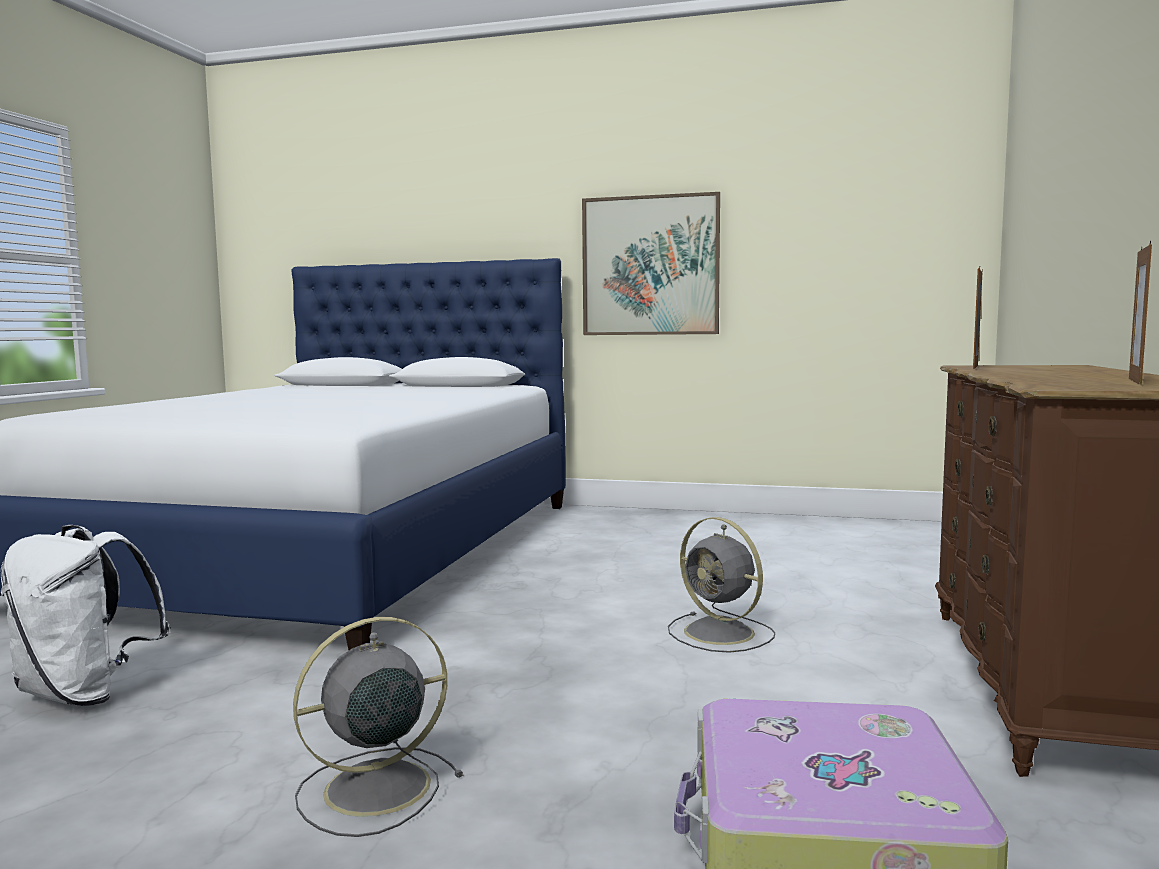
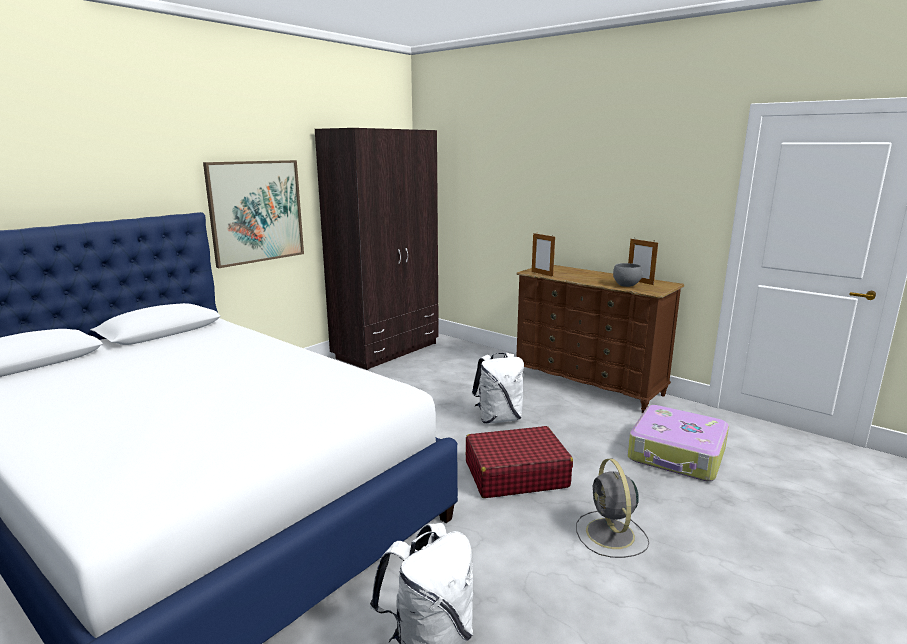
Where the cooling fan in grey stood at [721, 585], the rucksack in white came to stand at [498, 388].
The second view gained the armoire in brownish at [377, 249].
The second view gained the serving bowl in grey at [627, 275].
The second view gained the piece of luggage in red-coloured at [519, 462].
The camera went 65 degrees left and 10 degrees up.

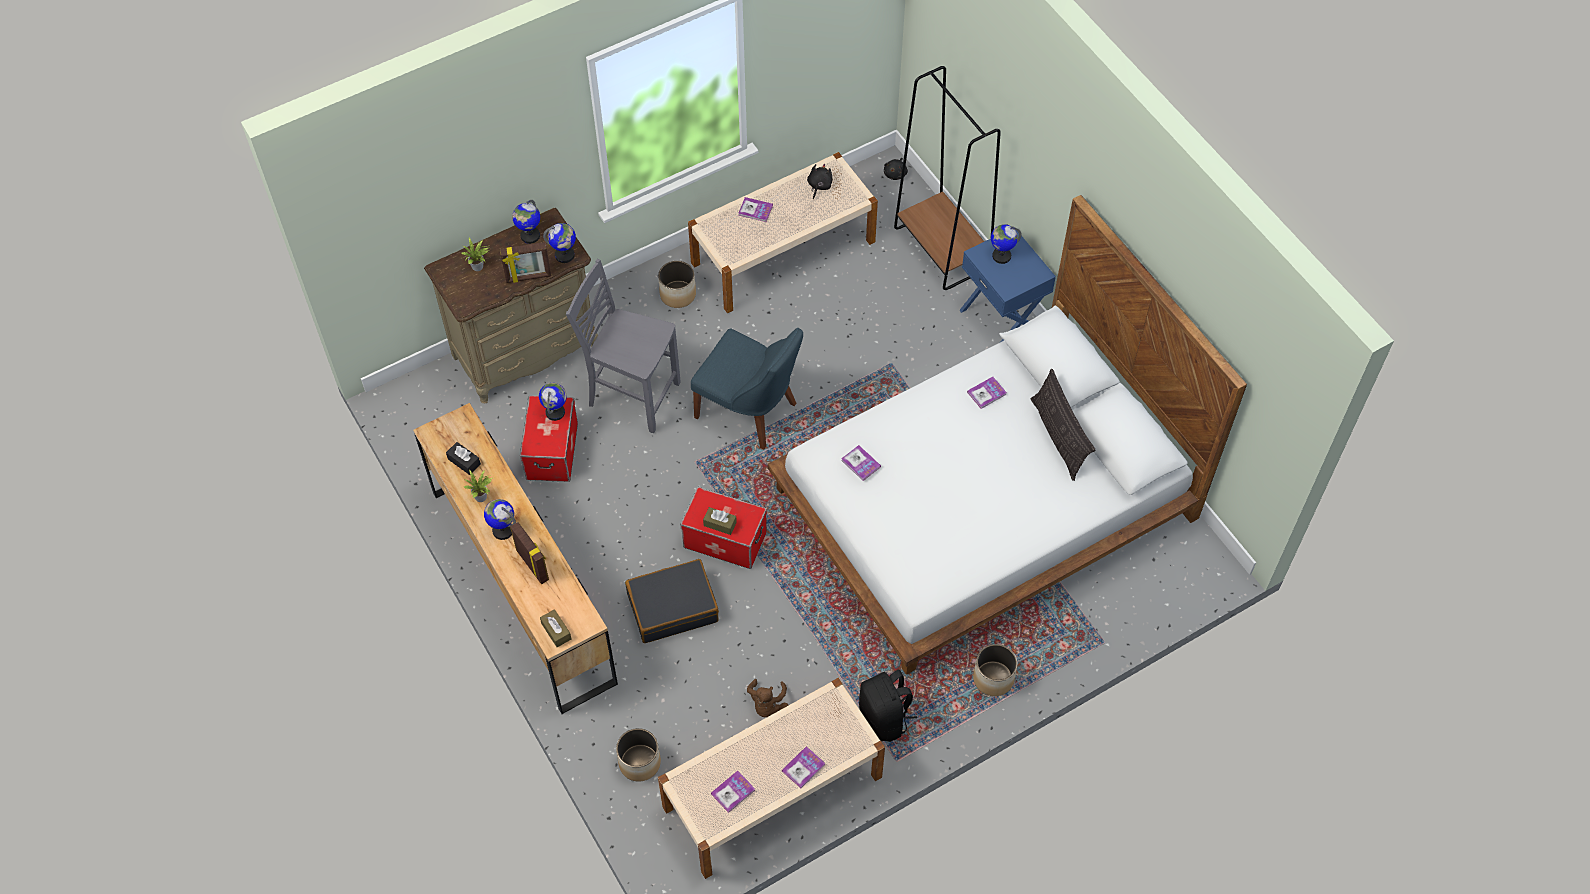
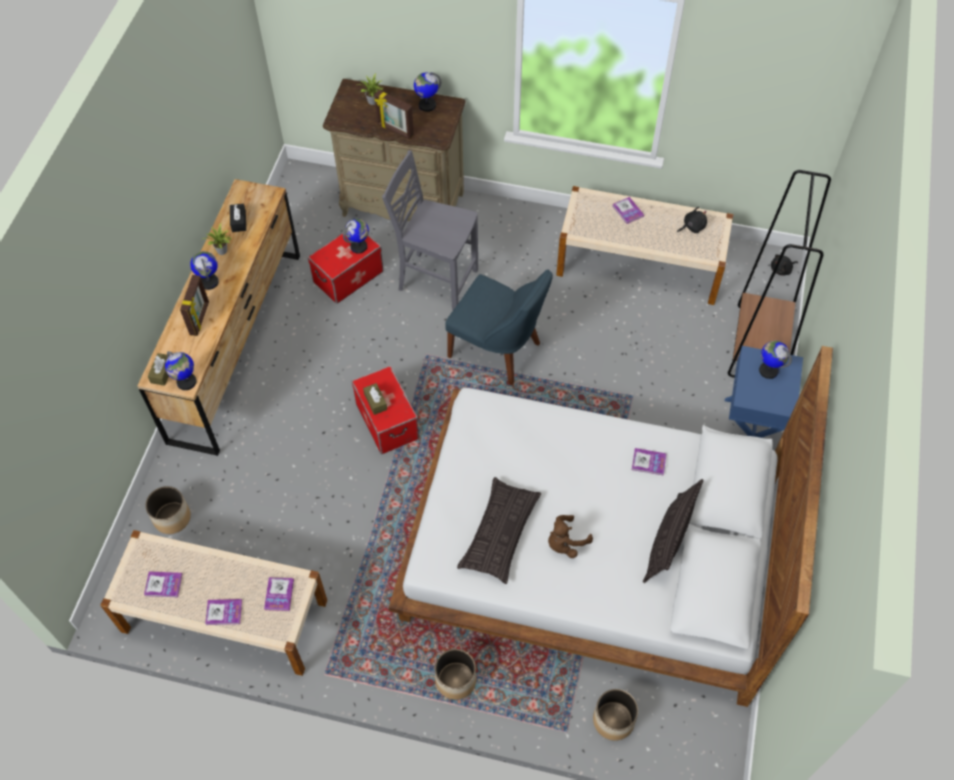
The desk globe ended up elsewhere, having gone from [559, 243] to [180, 370].
The plain chair in grey at [623, 346] ended up facing another way, 45 degrees counterclockwise from before.
The planter ended up elsewhere, having gone from [677, 284] to [615, 715].
The plain chair in blue at [747, 389] ended up facing another way, 45 degrees counterclockwise from before.
The volume ended up elsewhere, having gone from [861, 463] to [279, 594].
The second view lost the piece of luggage in blackish at [672, 601].
The second view lost the rucksack in blackish at [888, 706].
The cuddly toy in brownish ended up elsewhere, having gone from [767, 698] to [570, 536].
The second view gained the pillow at [499, 530].
The camera went 45 degrees right and 0 degrees up.

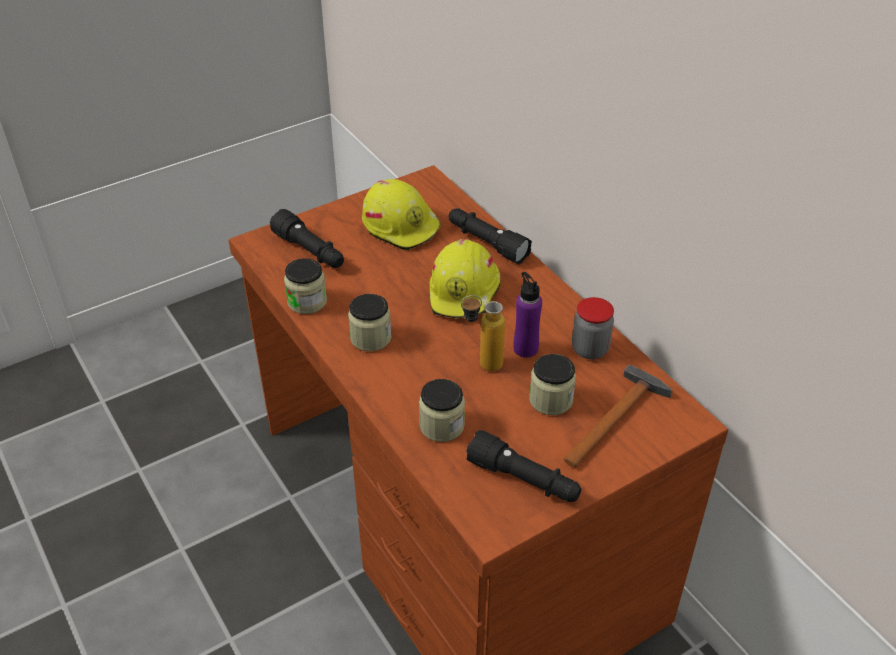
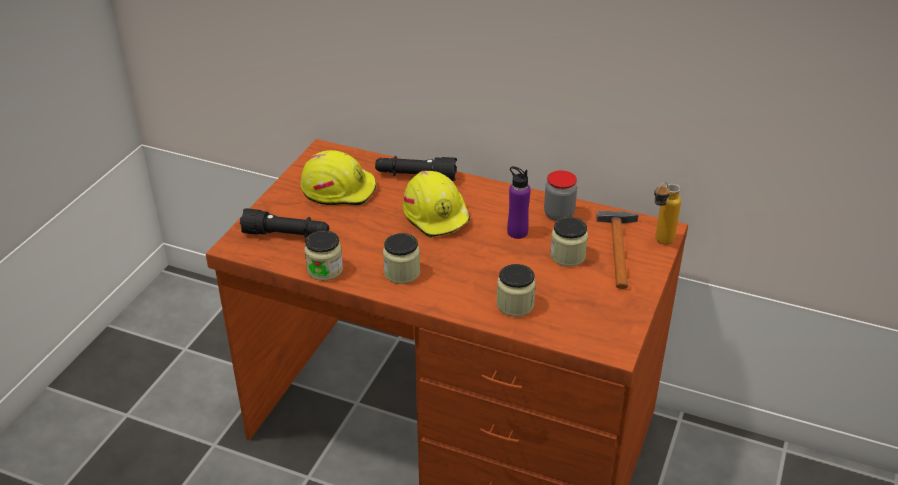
The drink bottle ended up elsewhere, having gone from [483, 333] to [667, 213].
The second view lost the torch in blackish at [524, 466].
The camera went 35 degrees left and 5 degrees down.

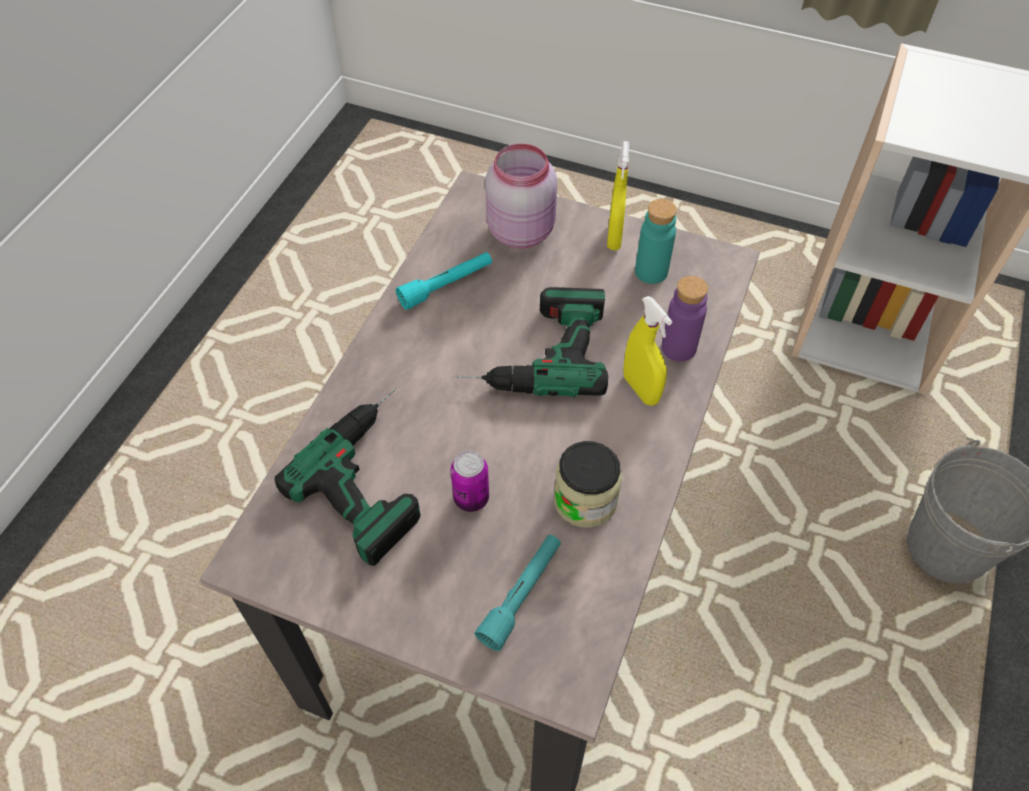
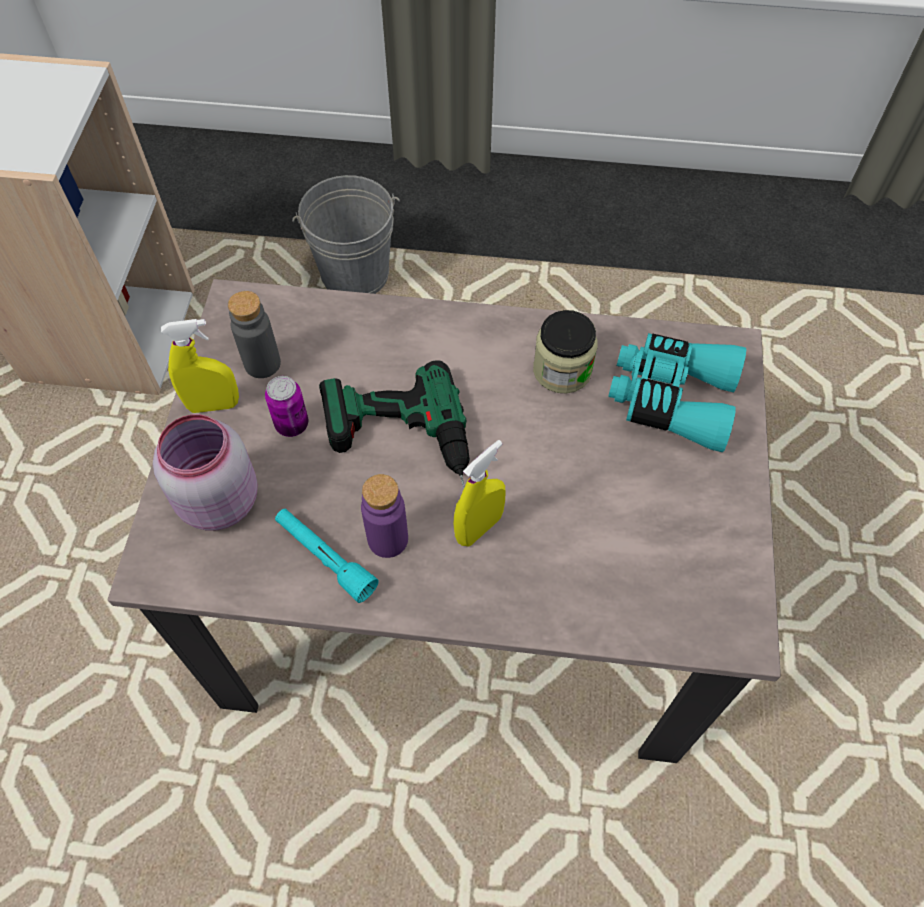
What was the drink bottle in blue-green at [656, 241] turned into the drink bottle in grey at [254, 334].
The drink bottle in purplish ended up elsewhere, having gone from [684, 319] to [384, 516].
The sprayer in yellow-coloured ended up elsewhere, having gone from [647, 351] to [479, 493].
The second view lost the electric drill at [348, 477].
The metal can ended up elsewhere, having gone from [469, 481] to [286, 406].
Where the torch in blue-green stood at [517, 593], the pair of binoculars in blue-green came to stand at [677, 393].
The camera went 105 degrees left and 5 degrees up.

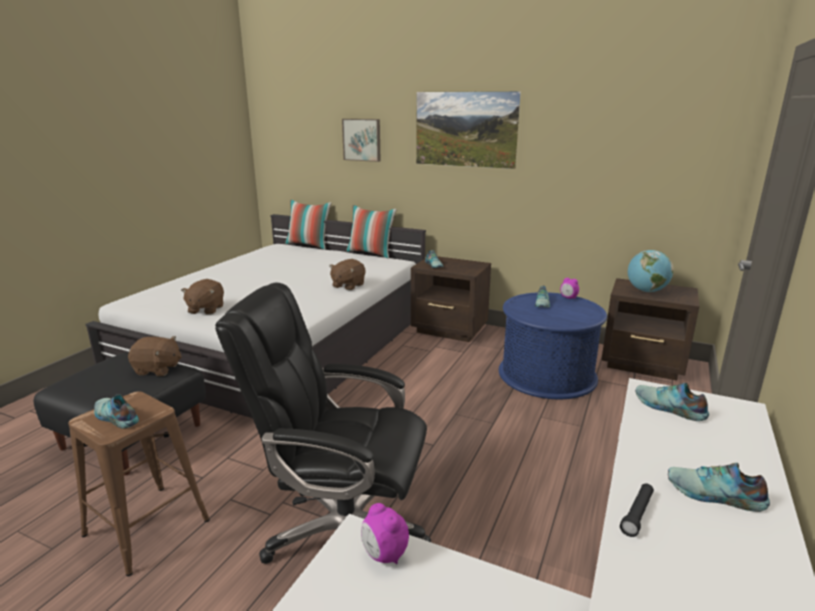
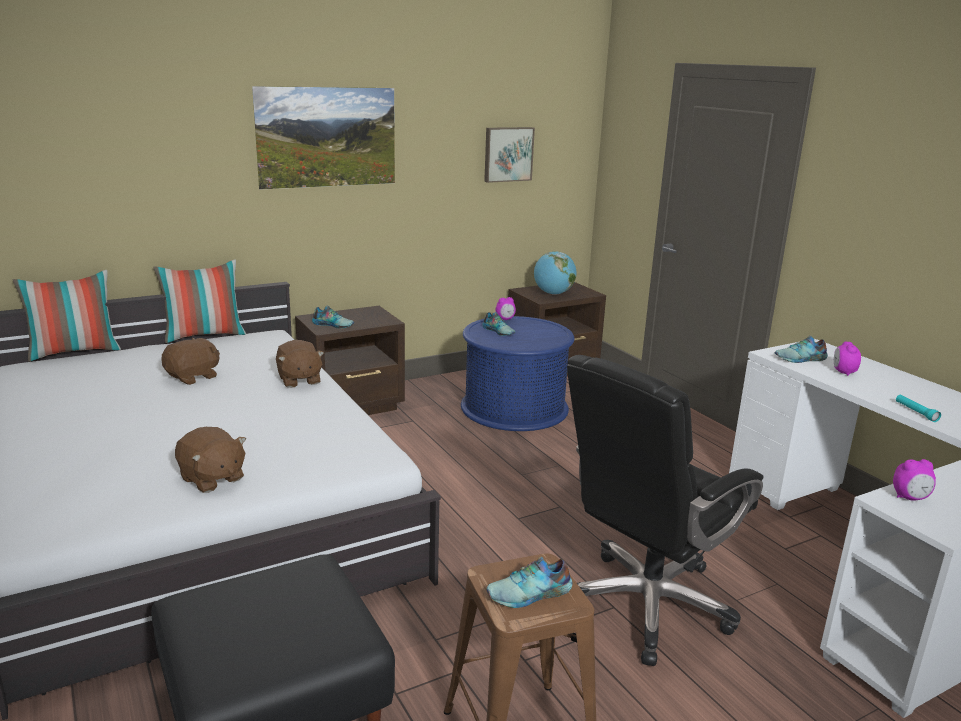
The picture ended up elsewhere, having gone from [361, 140] to [509, 155].
The cuddly toy in brownish ended up elsewhere, having gone from [155, 356] to [191, 361].
The second view lost the shoe at [719, 487].
What was the torch in blackish at [637, 510] turned into the torch in blue-green at [918, 408].
The second view gained the alarm clock at [847, 359].
The camera went 55 degrees left and 0 degrees up.

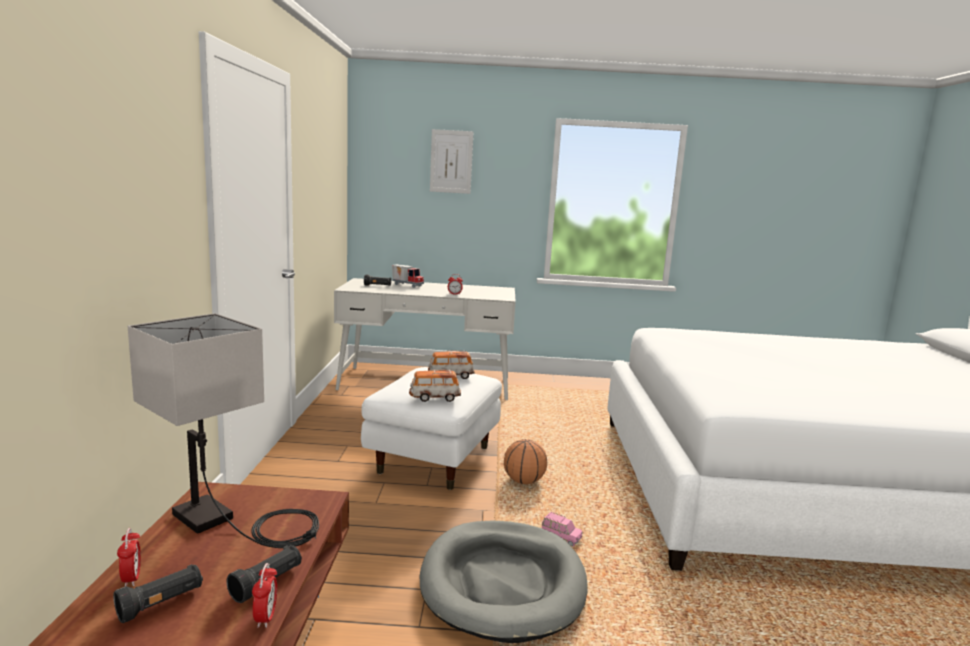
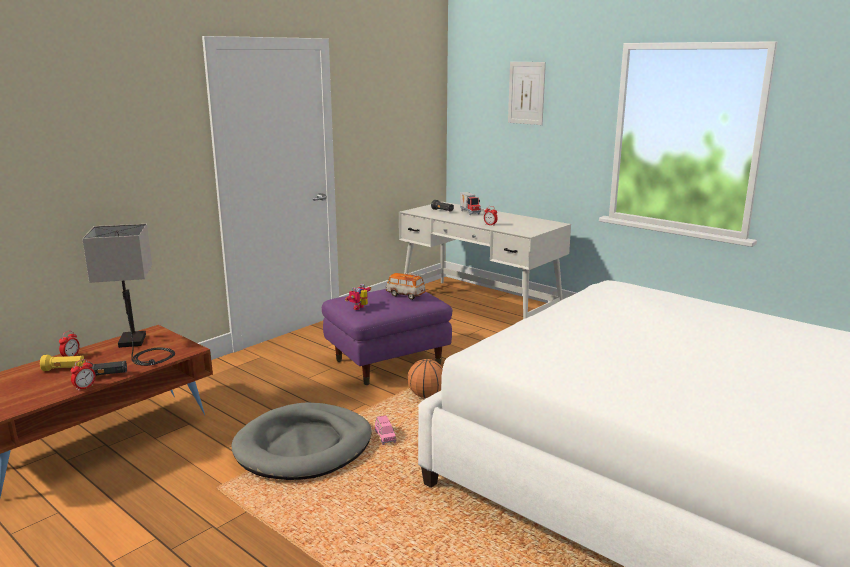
What was the footrest in white at [431, 428] turned into the footrest in purplish at [387, 337].
Where the model car stood at [435, 385], the model robot came to stand at [358, 297].
What was the torch in blackish at [158, 593] turned into the torch in yellow-coloured at [62, 363].
The camera went 40 degrees right and 5 degrees up.

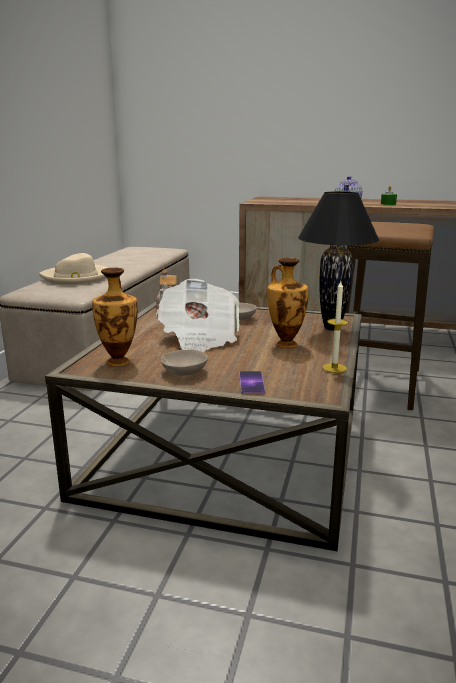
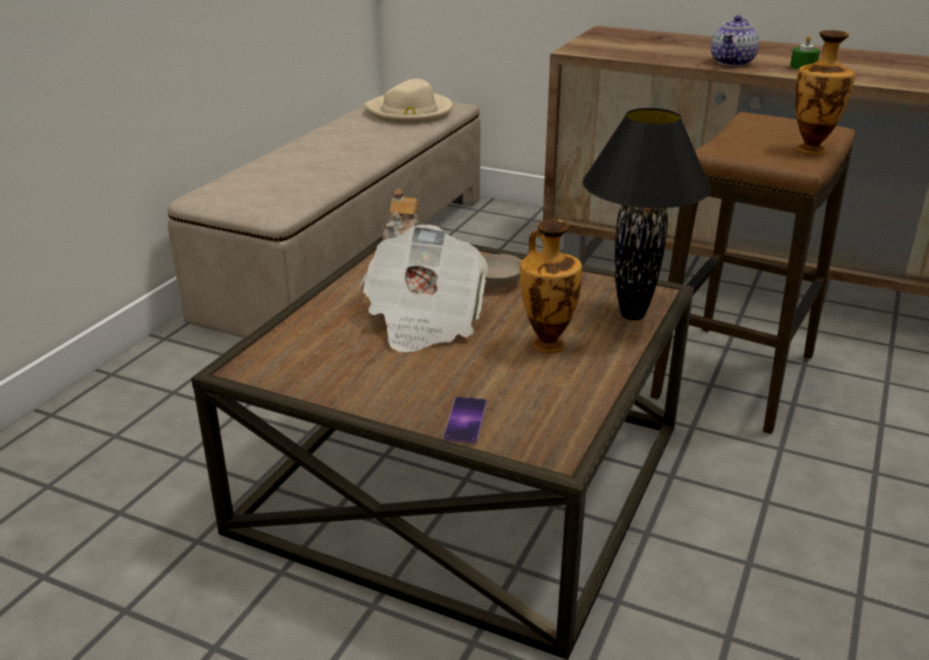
The clothing hat in beige-coloured ended up elsewhere, having gone from [73, 269] to [408, 101].
The vase ended up elsewhere, having gone from [115, 317] to [825, 92].
The second view lost the wax candle at [336, 327].
The second view lost the serving bowl in beige-coloured at [184, 363].
The camera went 10 degrees right and 10 degrees up.

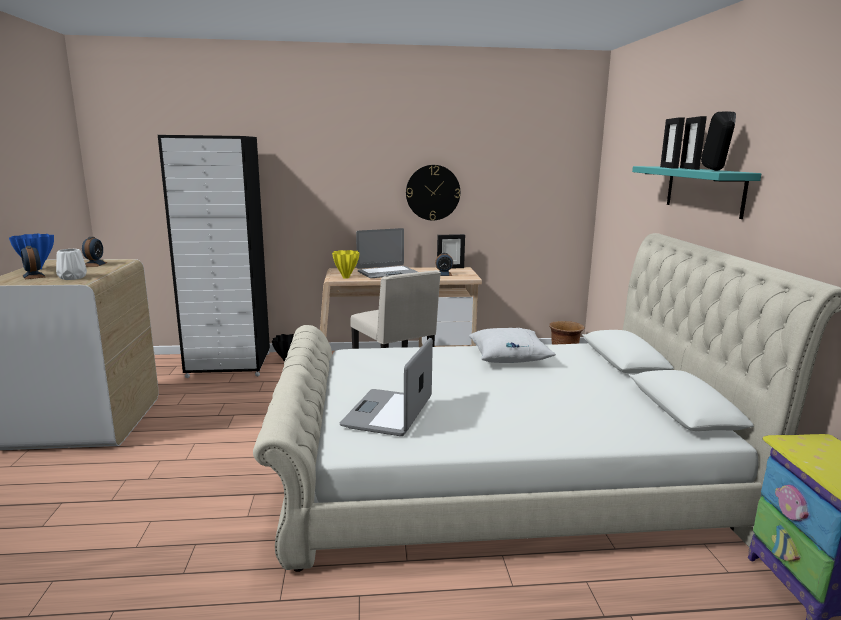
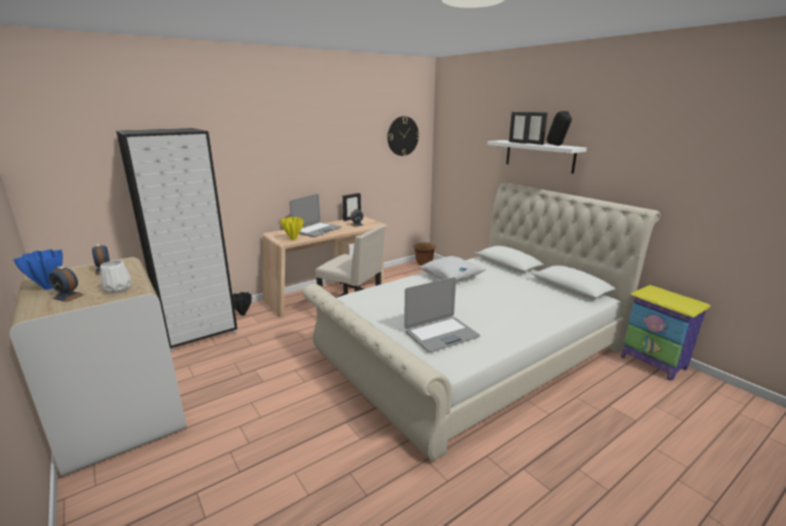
The wall clock ended up elsewhere, having gone from [433, 193] to [403, 136].
What was the shelf in blue-green at [696, 192] turned into the shelf in white at [537, 157].
The laptop at [386, 387] ended up facing another way, 105 degrees counterclockwise from before.
The camera went 30 degrees left and 5 degrees up.

